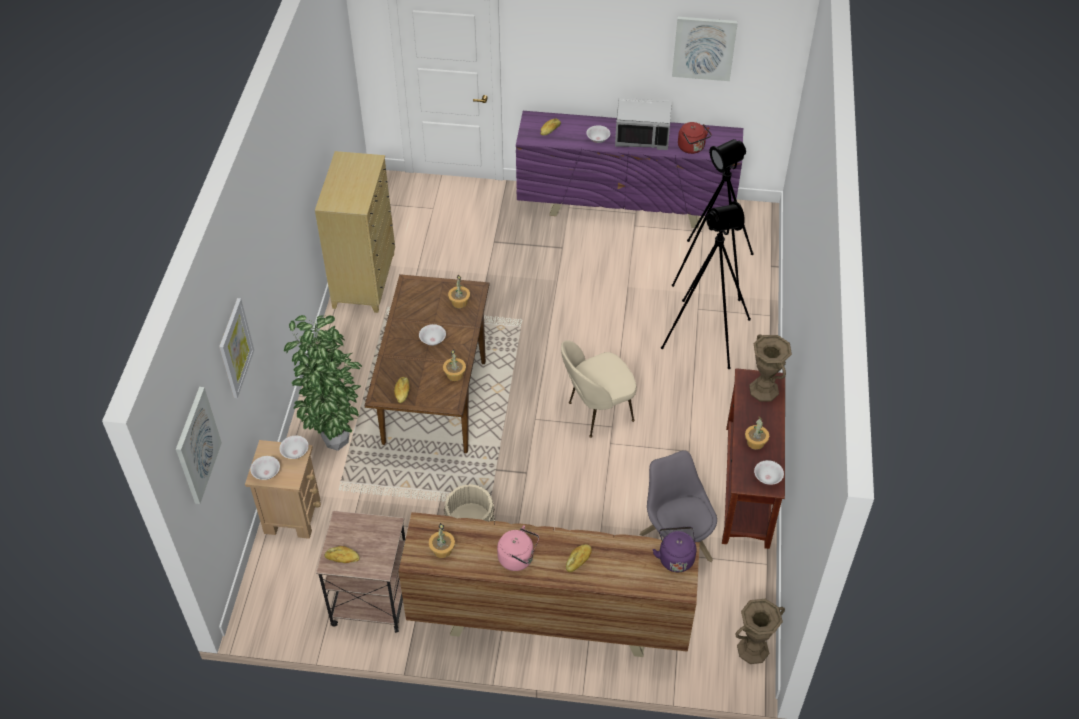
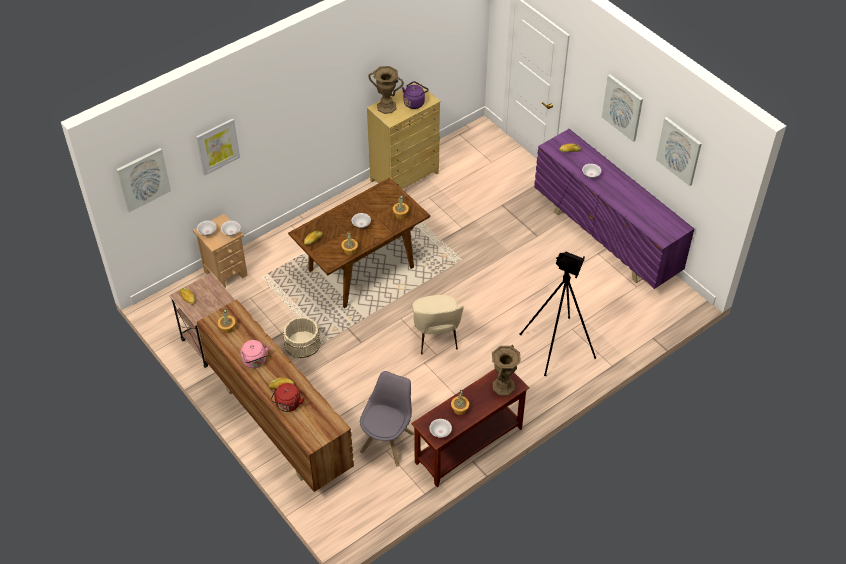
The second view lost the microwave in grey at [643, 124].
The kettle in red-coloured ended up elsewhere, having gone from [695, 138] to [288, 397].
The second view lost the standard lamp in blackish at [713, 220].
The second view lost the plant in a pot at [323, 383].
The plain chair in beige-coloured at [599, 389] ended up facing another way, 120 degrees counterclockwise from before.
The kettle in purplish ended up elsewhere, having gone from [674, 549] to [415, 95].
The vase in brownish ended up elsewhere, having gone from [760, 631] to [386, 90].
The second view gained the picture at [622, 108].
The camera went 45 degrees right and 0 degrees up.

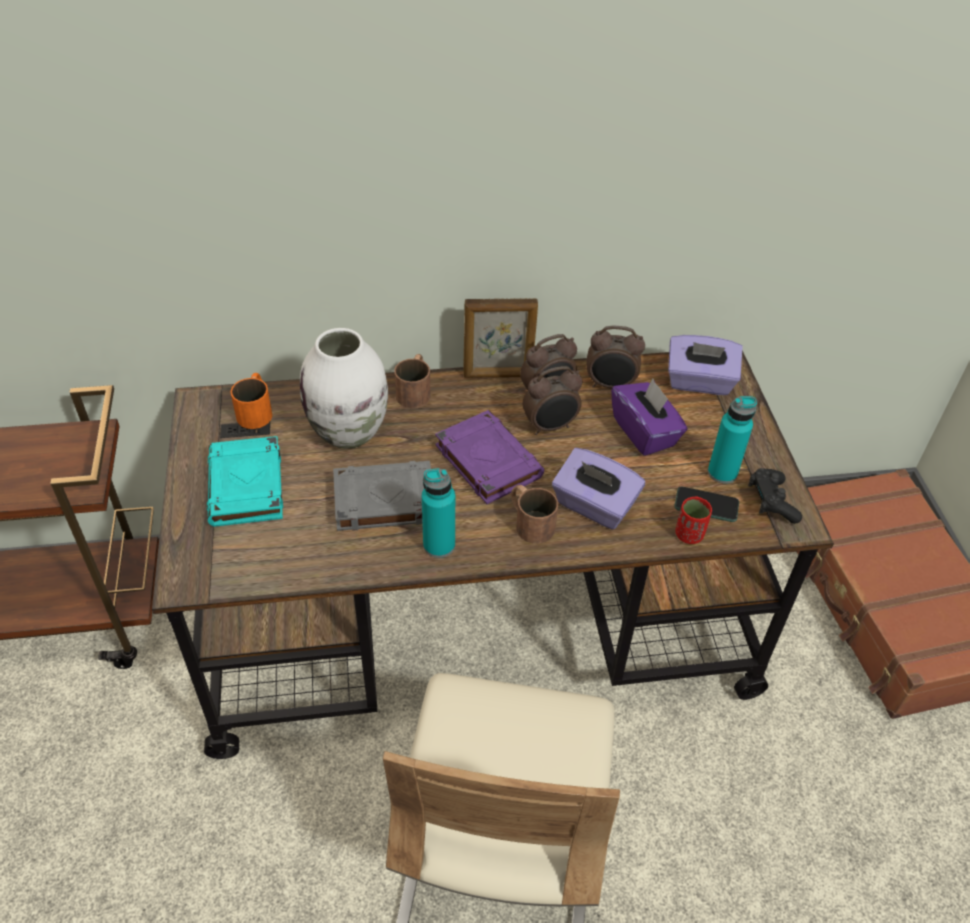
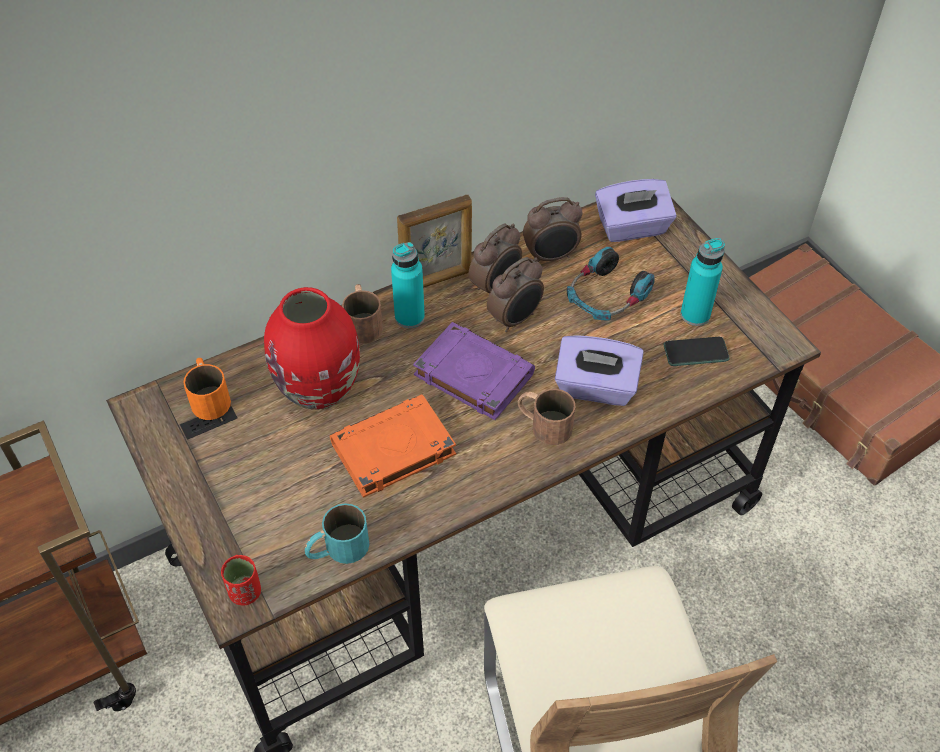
What was the vase in white at [344, 388] turned into the vase in red-coloured at [312, 348].
Where the tissue holder in purplish stood at [649, 417], the pair of headphones came to stand at [611, 283].
The second view lost the volume in blue-green at [245, 481].
What was the volume in grey at [382, 496] turned into the volume in orangey at [393, 446].
The drink bottle in blue-green ended up elsewhere, having gone from [438, 513] to [408, 285].
The second view lost the game controller in blackish at [775, 496].
The small cup in red-coloured ended up elsewhere, having gone from [693, 520] to [241, 580].
The second view gained the coffee mug in blue-green at [337, 533].
The camera went 20 degrees left and 5 degrees up.

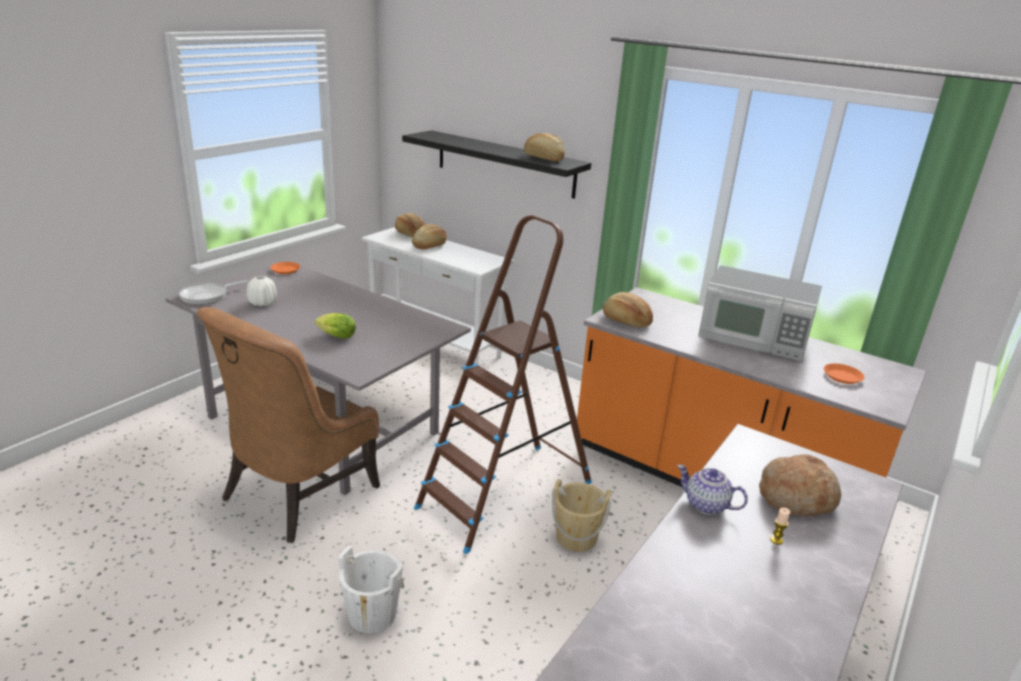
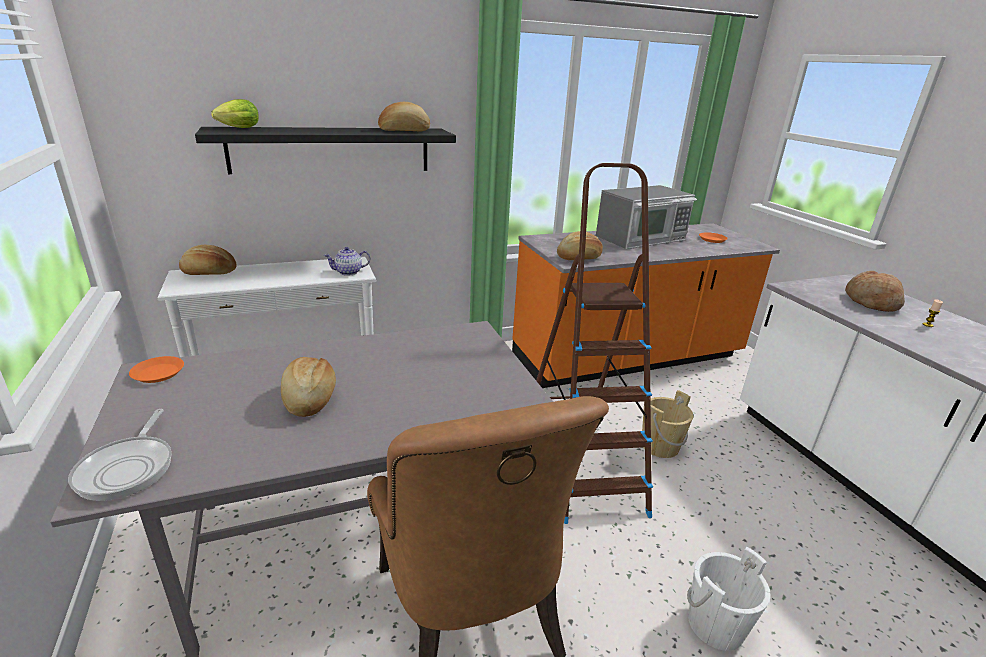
The baked bread ended up elsewhere, having gone from [429, 236] to [308, 387].
The second view lost the vase in white at [262, 291].
The head of lettuce ended up elsewhere, having gone from [335, 326] to [235, 113].
The pot for tea ended up elsewhere, having gone from [712, 490] to [347, 261].
The camera went 55 degrees left and 0 degrees up.

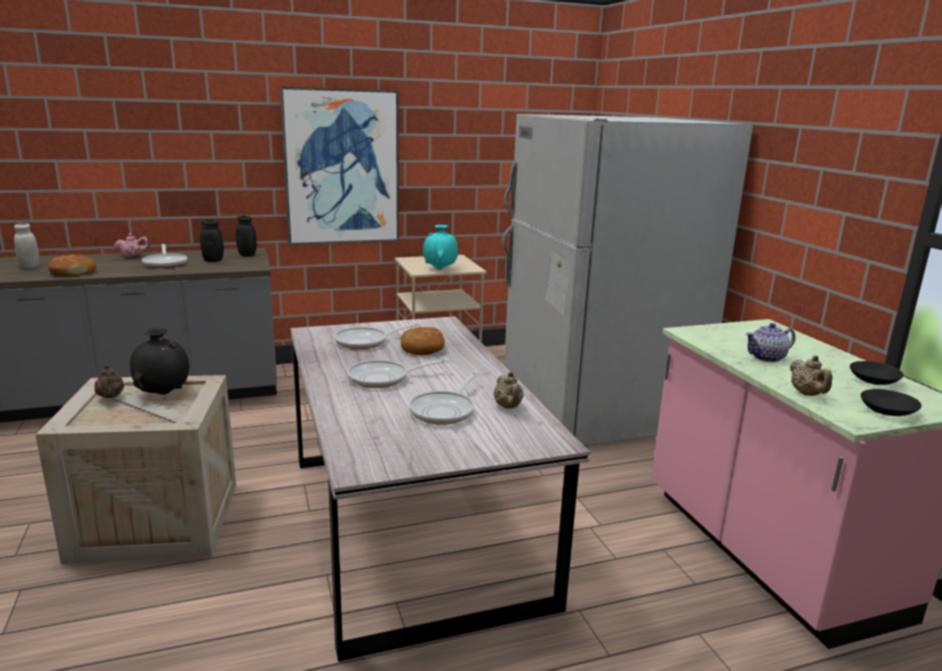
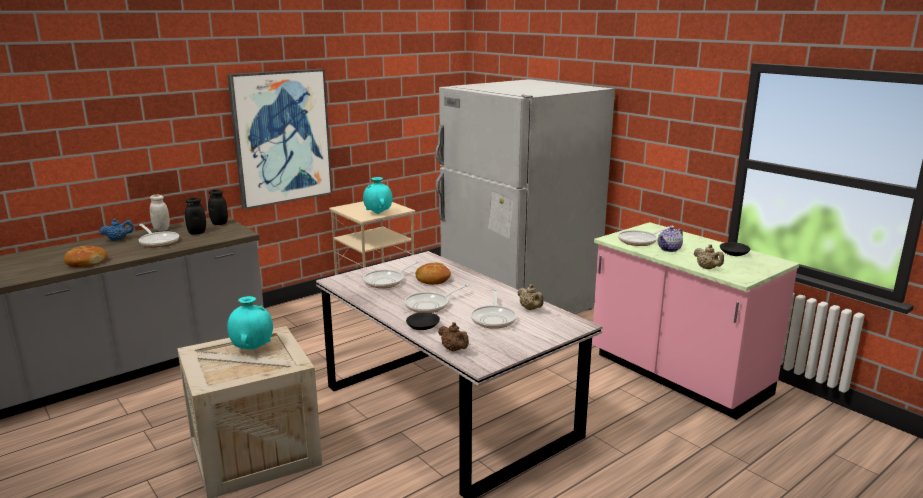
The preserve jar in white ended up elsewhere, having gone from [26, 246] to [160, 213].
What was the pot for tea in pink-coloured at [132, 245] turned into the pot for tea in blue at [116, 230].
What was the vase in blackish at [160, 361] turned into the vase in blue-green at [250, 323].
The pot for tea in brownish ended up elsewhere, having gone from [109, 381] to [453, 336].
The serving bowl in blackish ended up elsewhere, having gone from [891, 402] to [423, 321].
The second view gained the frying pan at [646, 236].
The camera went 20 degrees left and 0 degrees up.

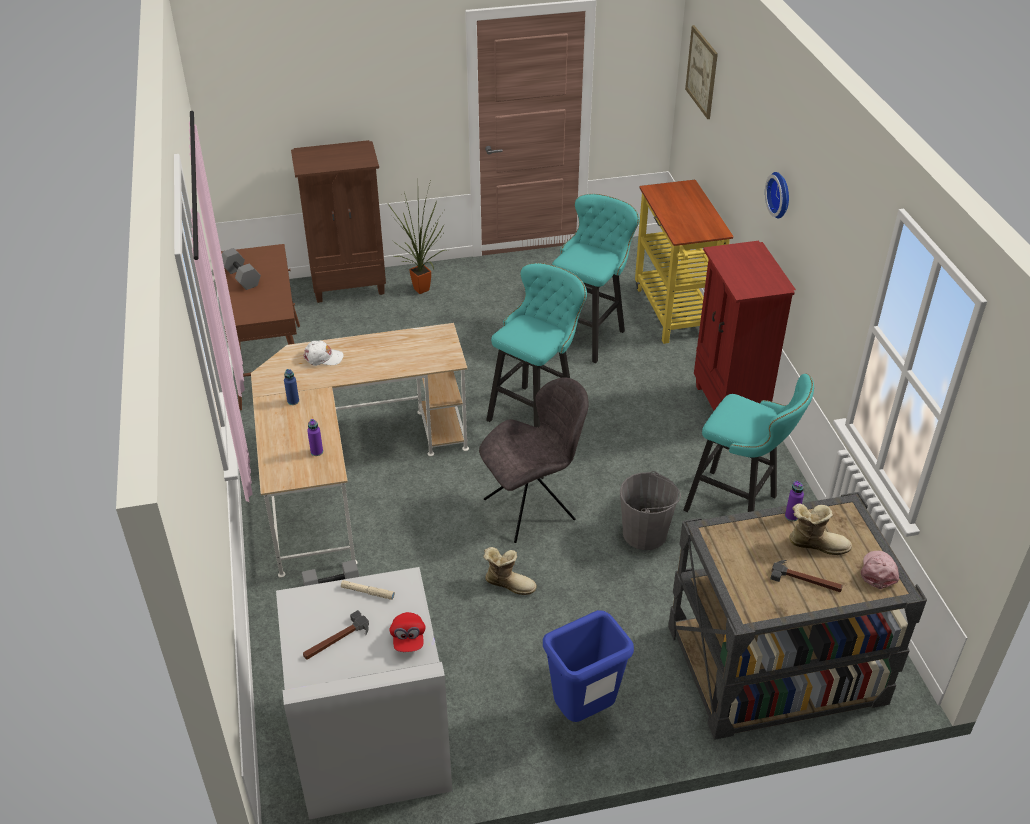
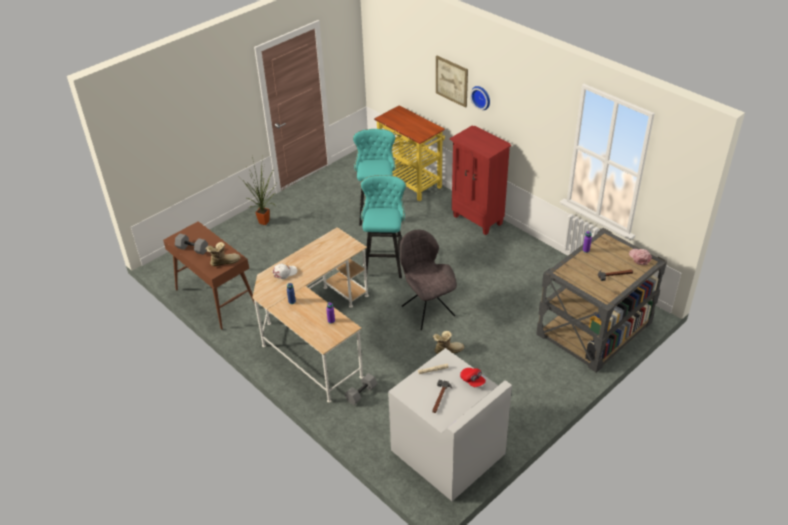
The picture ended up elsewhere, having gone from [701, 72] to [452, 82].
The second view lost the cupboard in brownish at [338, 221].
The second view lost the stool in blue-green at [748, 442].
The plain chair in grey at [534, 460] ended up facing another way, 60 degrees counterclockwise from before.
The second view lost the bucket in grey at [650, 510].
The tall boot ended up elsewhere, having gone from [820, 529] to [223, 254].
The second view lost the rubbish bin in blue at [588, 666].
The camera went 30 degrees left and 0 degrees up.

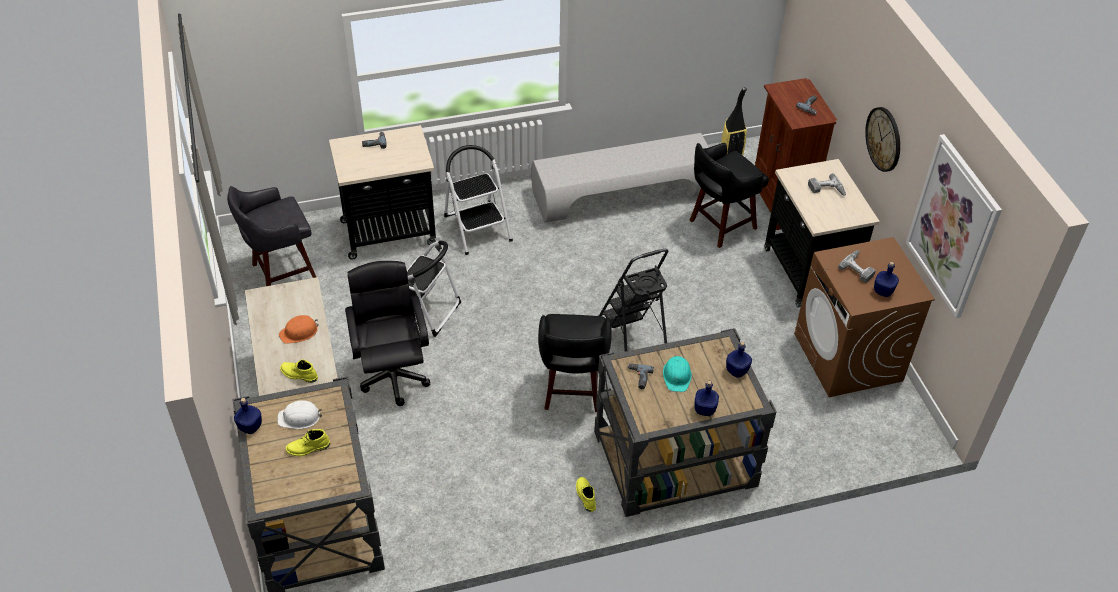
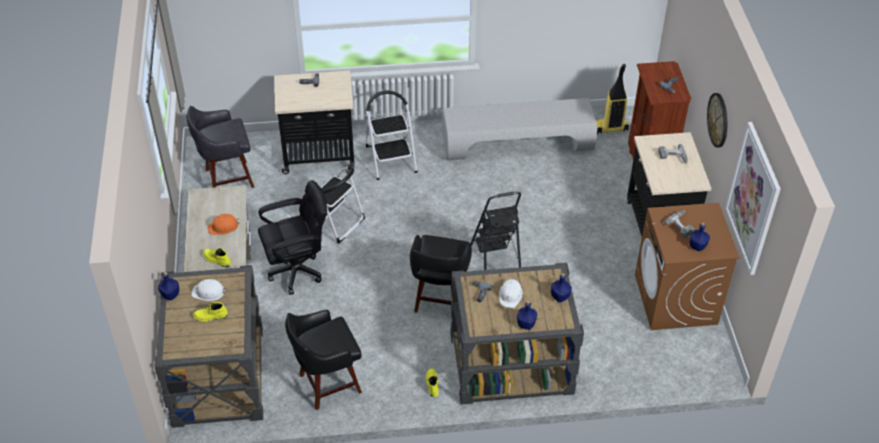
The stool in blackish ended up elsewhere, having gone from [729, 195] to [323, 360].
The desk chair in blackish at [387, 333] ended up facing another way, 75 degrees clockwise from before.
What was the work helmet in blue-green at [677, 374] turned into the work helmet in white at [511, 293].
The camera went 10 degrees right and 0 degrees up.

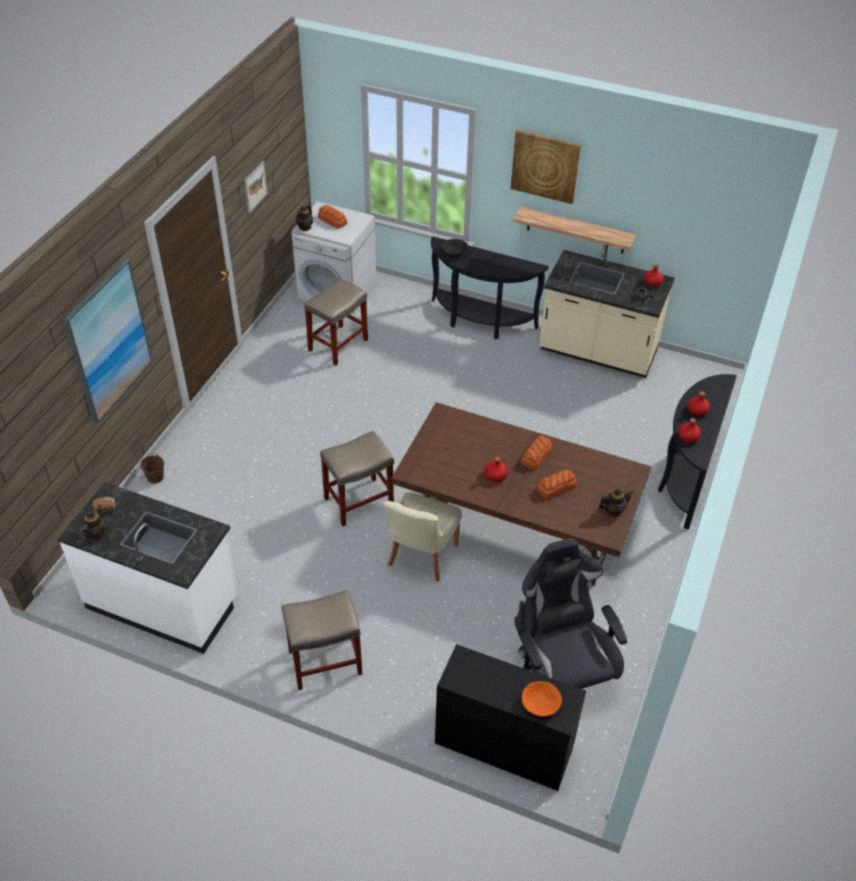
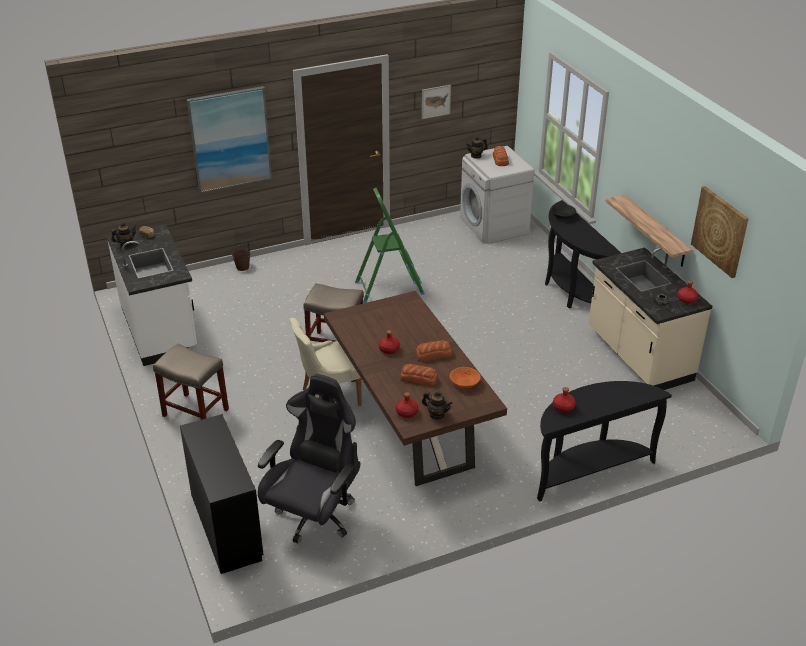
The picture ended up elsewhere, having gone from [546, 167] to [720, 232].
The second view lost the stool in beige-coloured at [336, 321].
The drink bottle in red-coloured ended up elsewhere, having gone from [698, 403] to [407, 405].
The serving bowl in orangey ended up elsewhere, having gone from [542, 698] to [465, 377].
The second view gained the step ladder in greenish at [390, 245].
The camera went 45 degrees right and 10 degrees down.

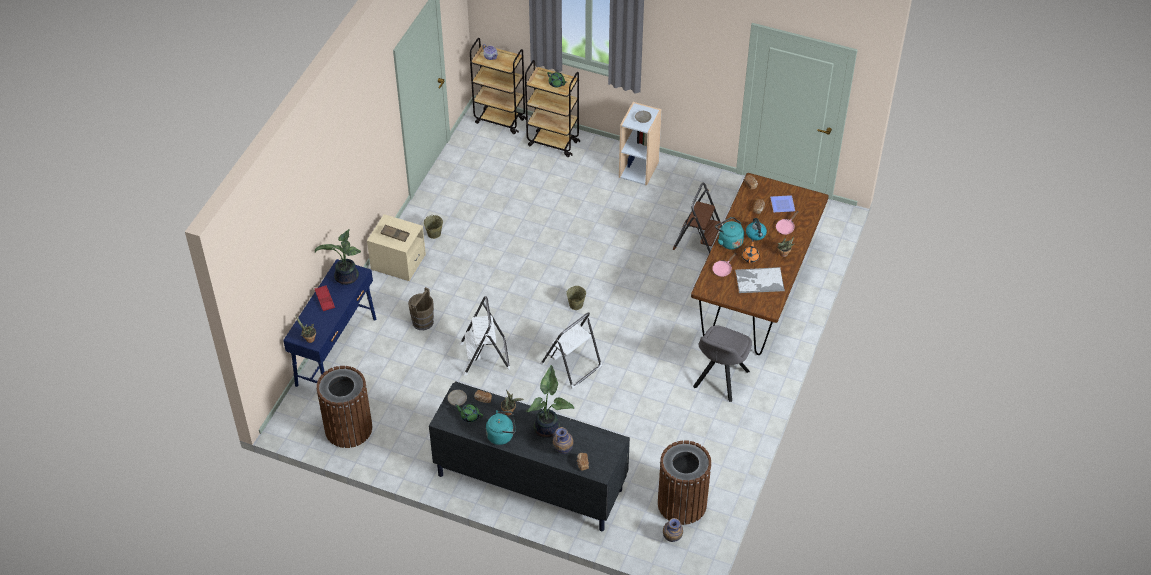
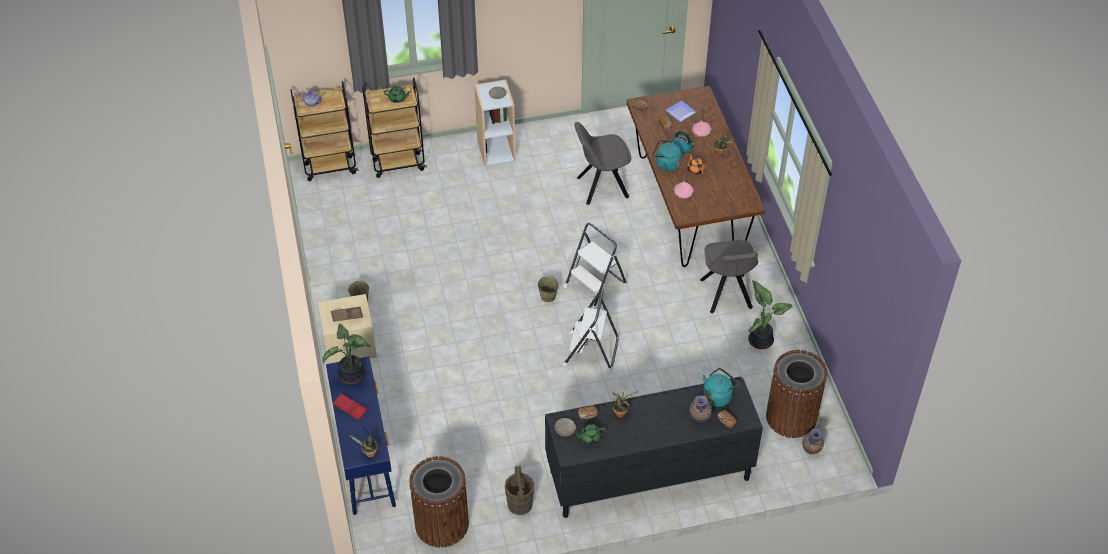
Where the step ladder in brownish stood at [697, 218], the plain chair in grey came to stand at [602, 163].
The second view lost the serving tray at [760, 280].
The bucket in brownish ended up elsewhere, having gone from [421, 308] to [519, 490].
The step ladder in white ended up elsewhere, having gone from [484, 336] to [595, 266].
The plant in a pot ended up elsewhere, having gone from [550, 401] to [770, 314].
The kettle in blue-green ended up elsewhere, having gone from [501, 427] to [721, 387].
The camera went 35 degrees left and 0 degrees up.

